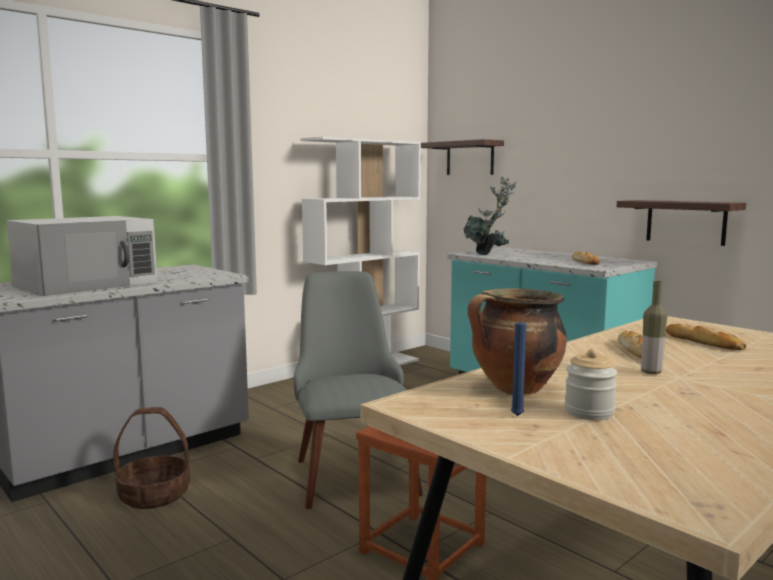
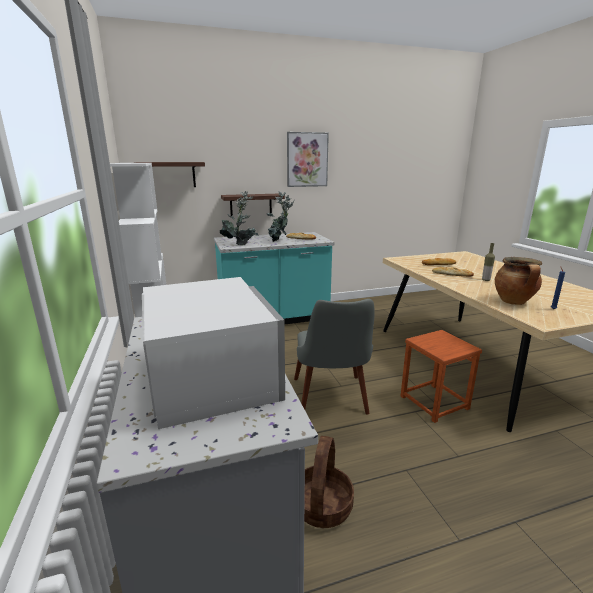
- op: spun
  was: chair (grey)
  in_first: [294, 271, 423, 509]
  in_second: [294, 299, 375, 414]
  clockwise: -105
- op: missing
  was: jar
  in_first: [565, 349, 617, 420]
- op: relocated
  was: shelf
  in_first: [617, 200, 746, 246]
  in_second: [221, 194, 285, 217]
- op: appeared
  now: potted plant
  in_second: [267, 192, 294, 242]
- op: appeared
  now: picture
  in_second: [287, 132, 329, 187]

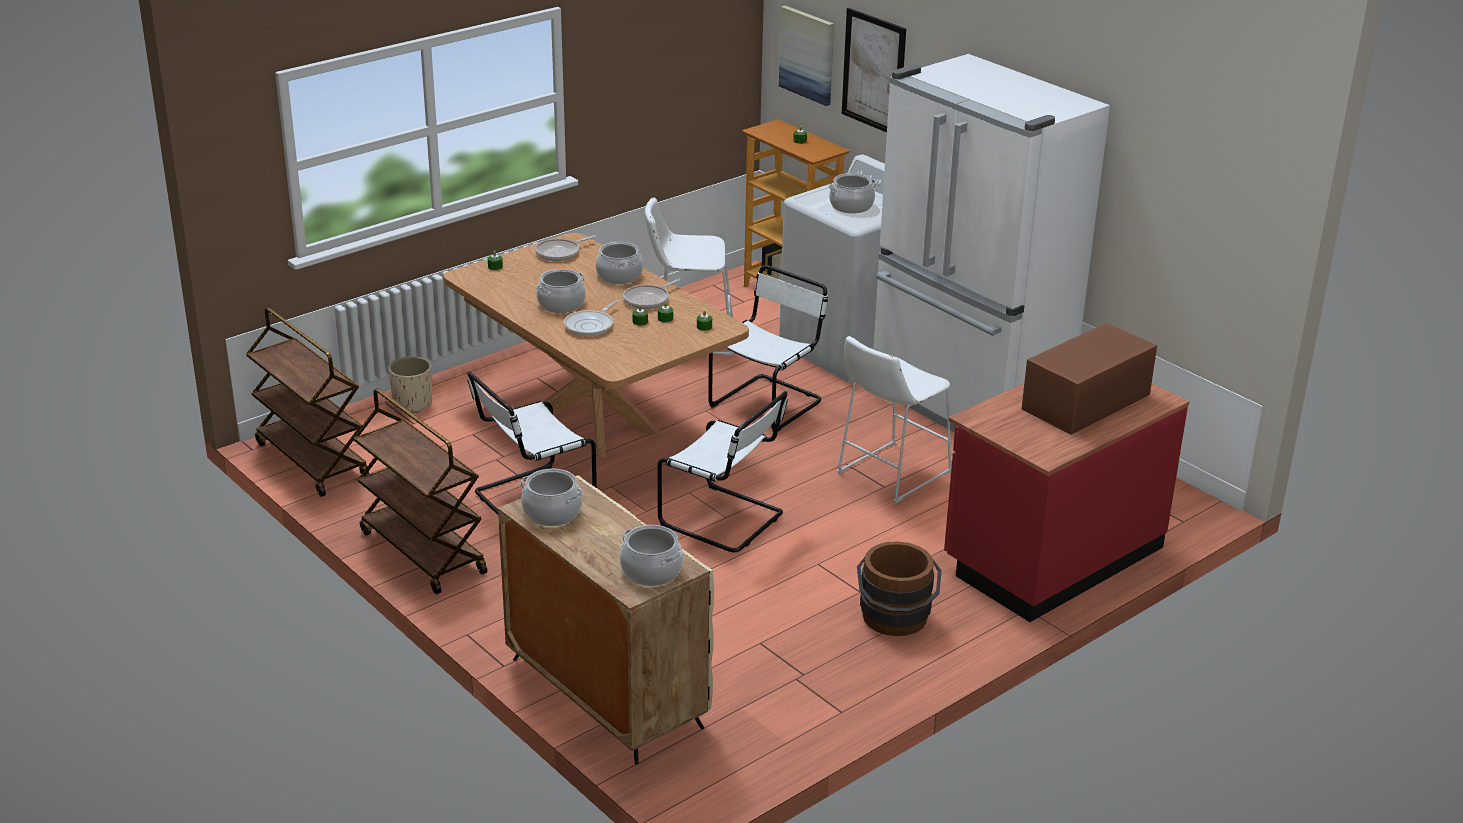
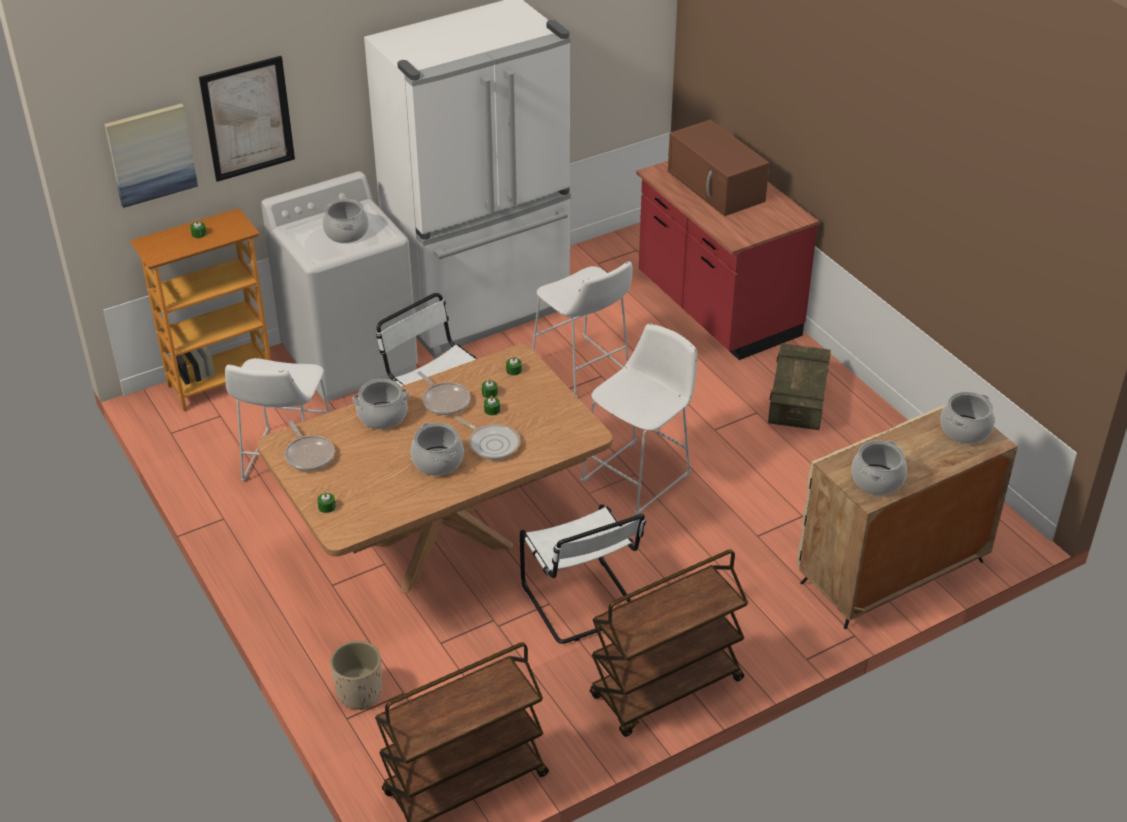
- op: exchanged
  was: chair (white)
  now: stool (white)
  in_first: [657, 391, 788, 552]
  in_second: [580, 324, 697, 515]
- op: exchanged
  was: bucket (brown)
  now: crate
  in_first: [857, 541, 942, 636]
  in_second: [768, 343, 831, 430]

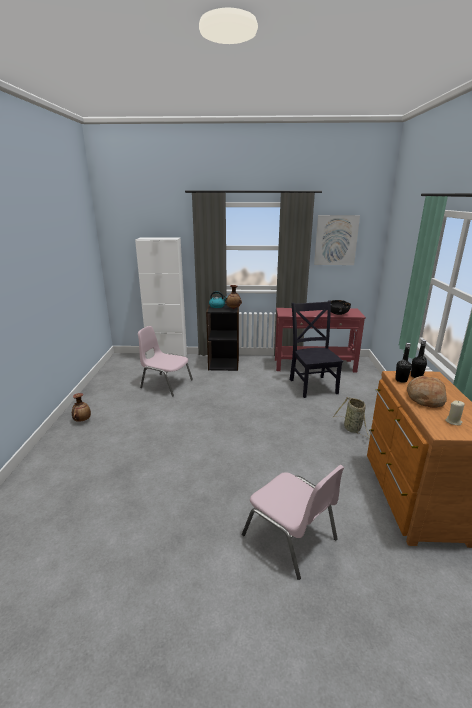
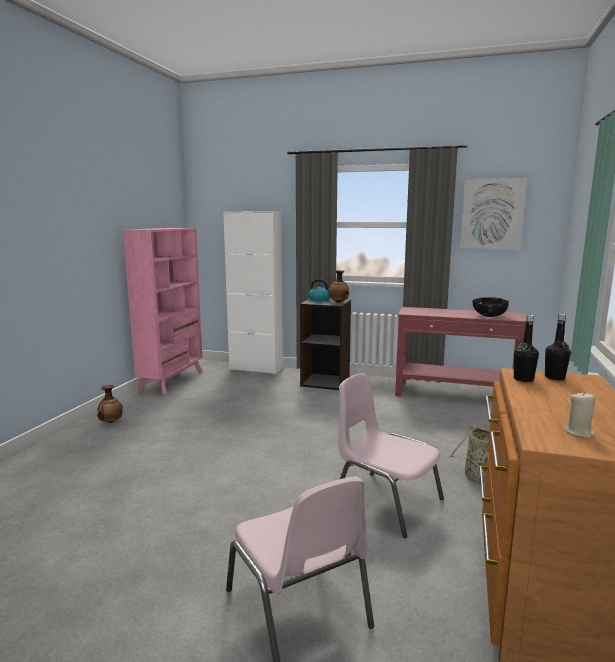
- op: relocated
  was: chair (pink)
  in_first: [138, 326, 193, 397]
  in_second: [338, 373, 444, 538]
- op: missing
  was: chair (black)
  in_first: [290, 300, 344, 398]
- op: missing
  was: bread
  in_first: [407, 376, 447, 408]
- op: appeared
  now: bookcase (pink)
  in_second: [123, 228, 203, 395]

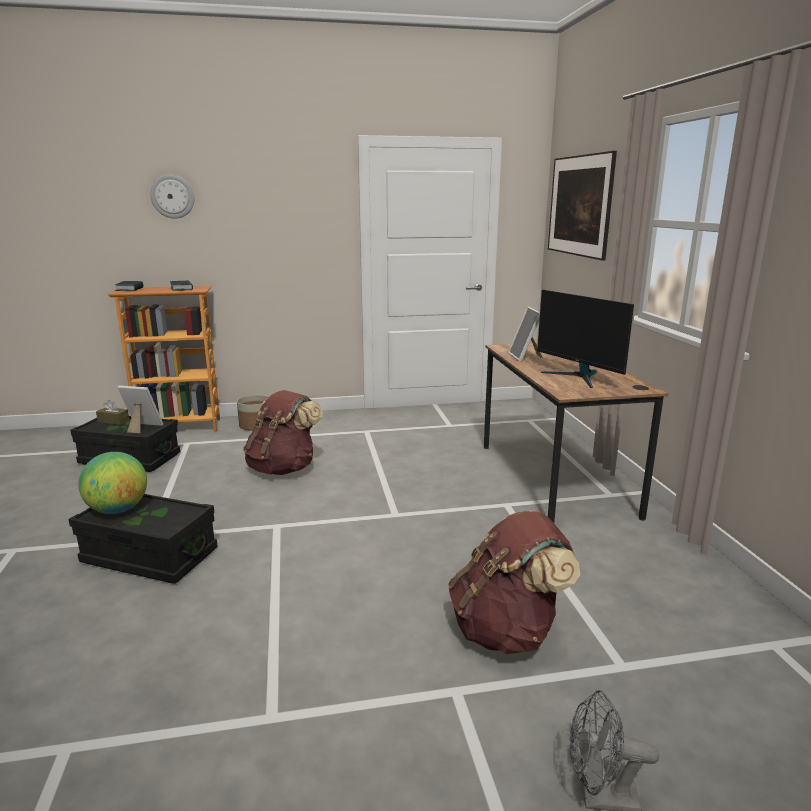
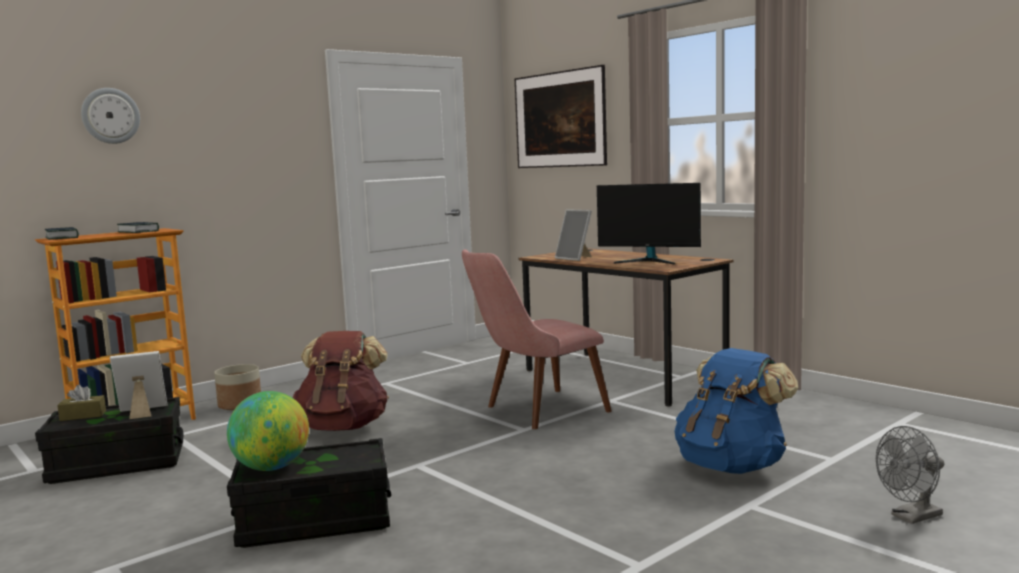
- op: colour
  was: backpack (brown)
  now: backpack (blue)
  in_first: [448, 511, 580, 654]
  in_second: [674, 348, 798, 474]
- op: appeared
  now: chair (pink)
  in_second: [462, 249, 612, 429]

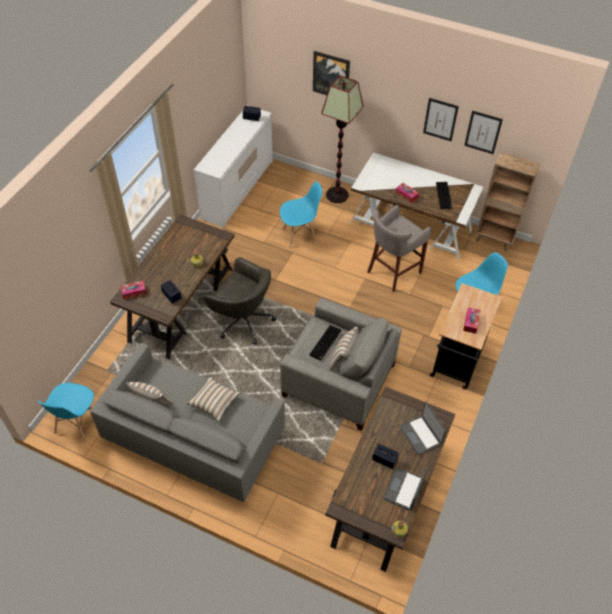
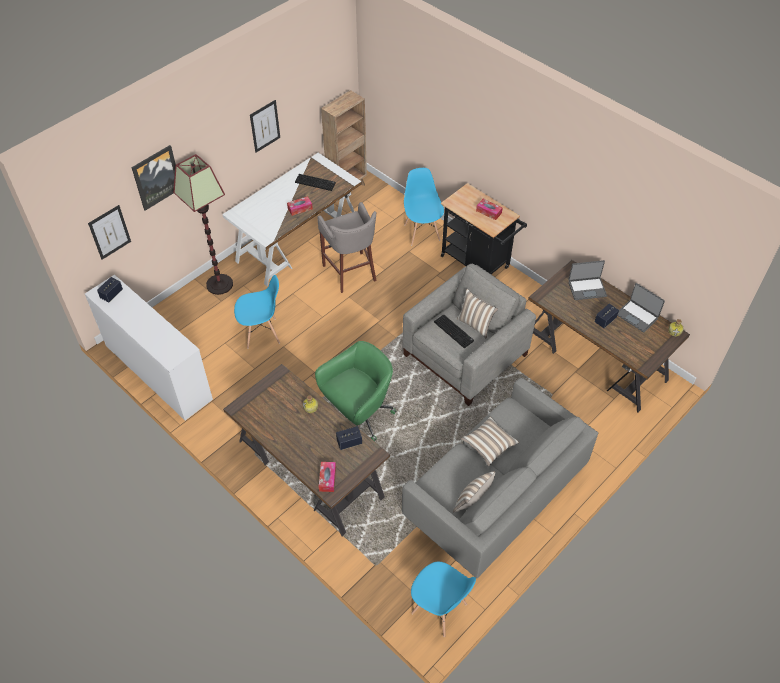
- op: colour
  was: office chair (grey)
  now: office chair (green)
  in_first: [204, 257, 276, 345]
  in_second: [315, 341, 396, 441]
- op: spun
  was: chair (blue)
  in_first: [280, 182, 322, 248]
  in_second: [234, 275, 280, 348]
  clockwise: 75
- op: relocated
  was: picture
  in_first: [464, 110, 503, 154]
  in_second: [88, 205, 131, 260]

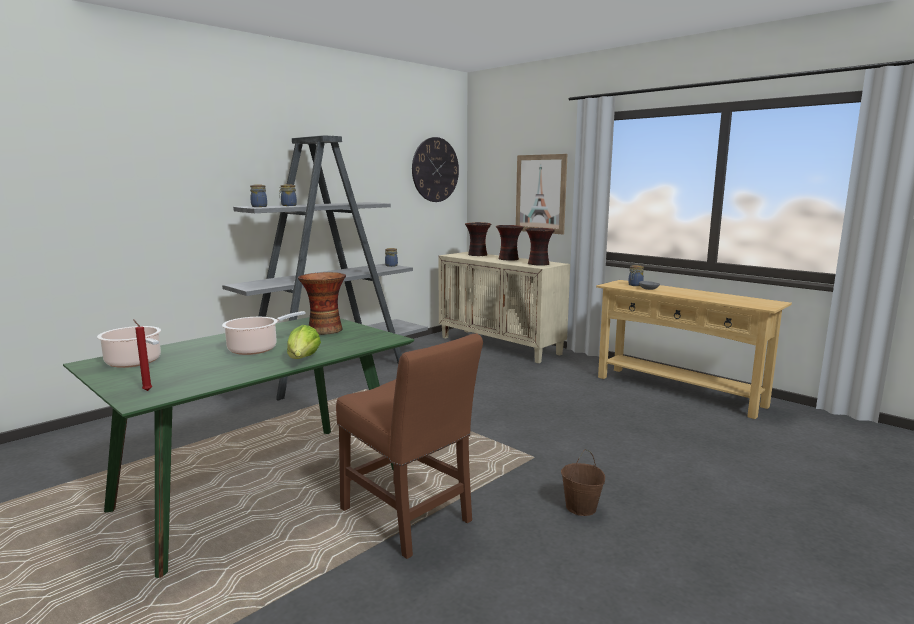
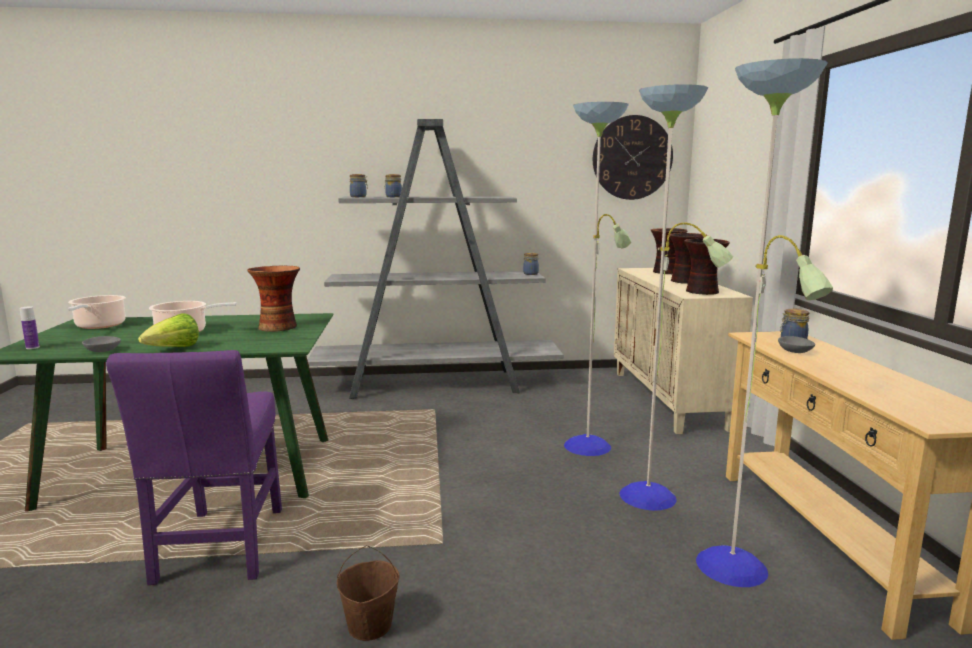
- op: exchanged
  was: candle (red)
  now: bottle
  in_first: [133, 319, 152, 391]
  in_second: [20, 306, 40, 349]
- op: colour
  was: chair (brown)
  now: chair (purple)
  in_first: [336, 334, 483, 559]
  in_second: [106, 350, 282, 585]
- op: missing
  was: picture
  in_first: [516, 154, 567, 234]
- op: appeared
  now: bowl (grey)
  in_second: [82, 336, 121, 352]
- op: appeared
  now: floor lamp
  in_second: [564, 58, 833, 587]

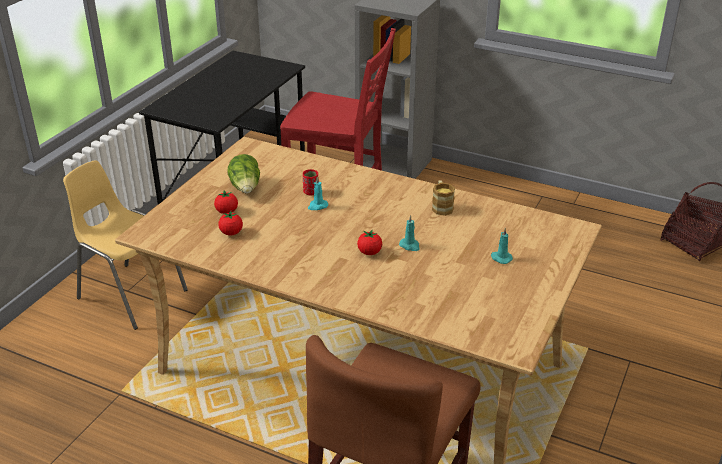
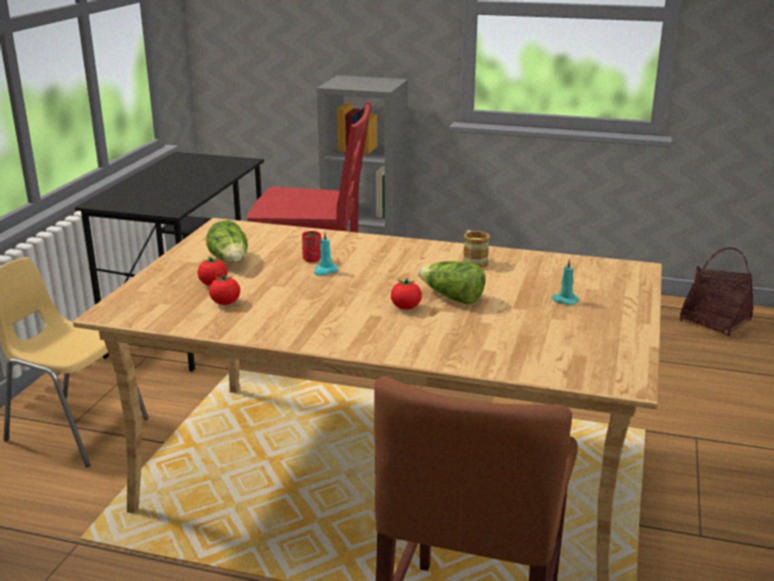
- op: exchanged
  was: candle (turquoise)
  now: lettuce
  in_first: [399, 215, 420, 251]
  in_second: [418, 261, 485, 304]

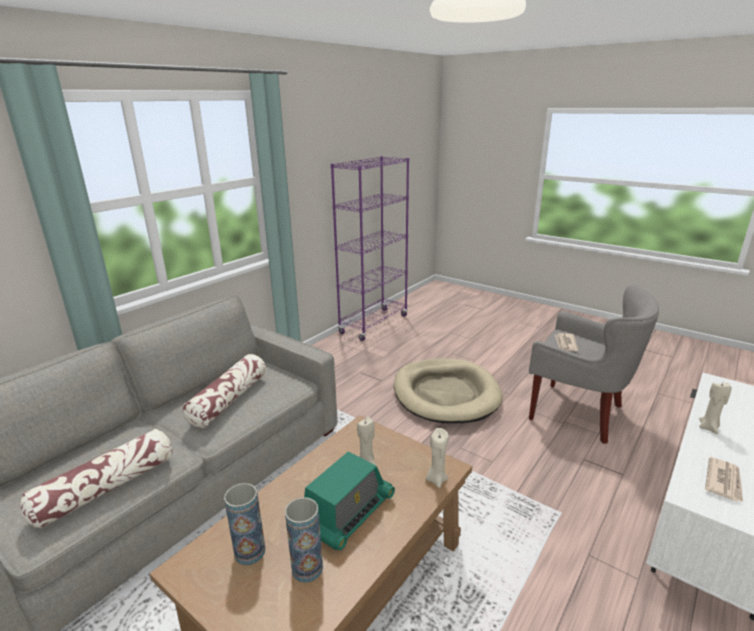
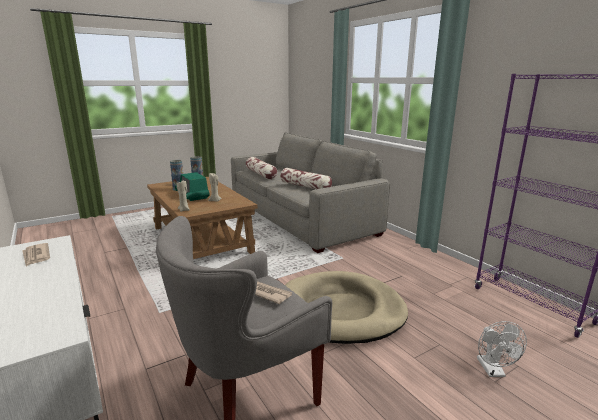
- op: missing
  was: candle (beige)
  in_first: [699, 382, 731, 434]
- op: appeared
  now: fan (white)
  in_second: [477, 321, 527, 377]

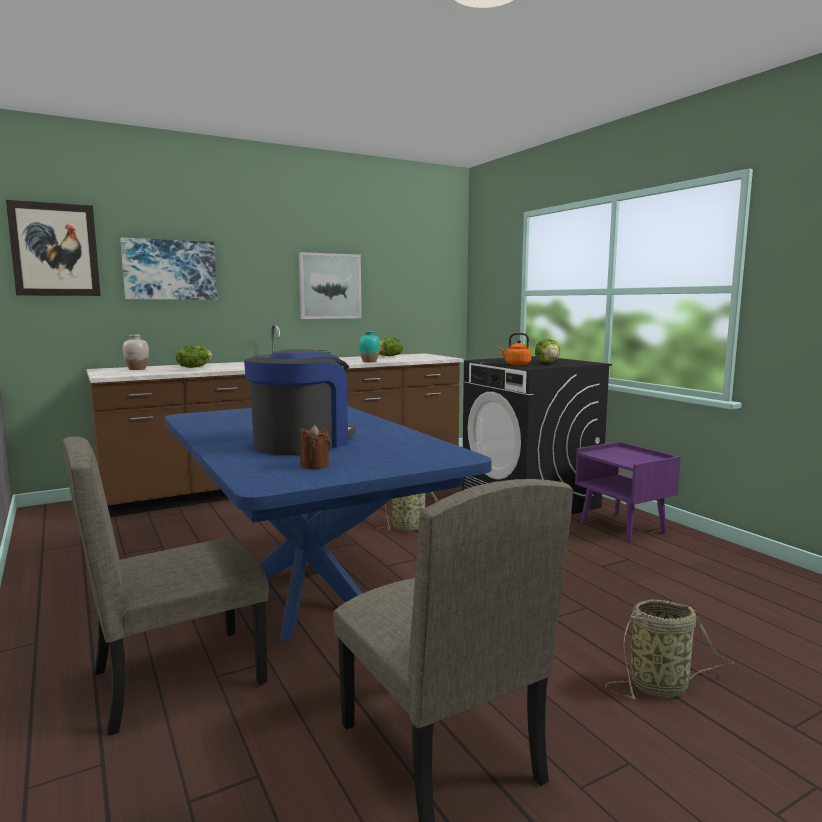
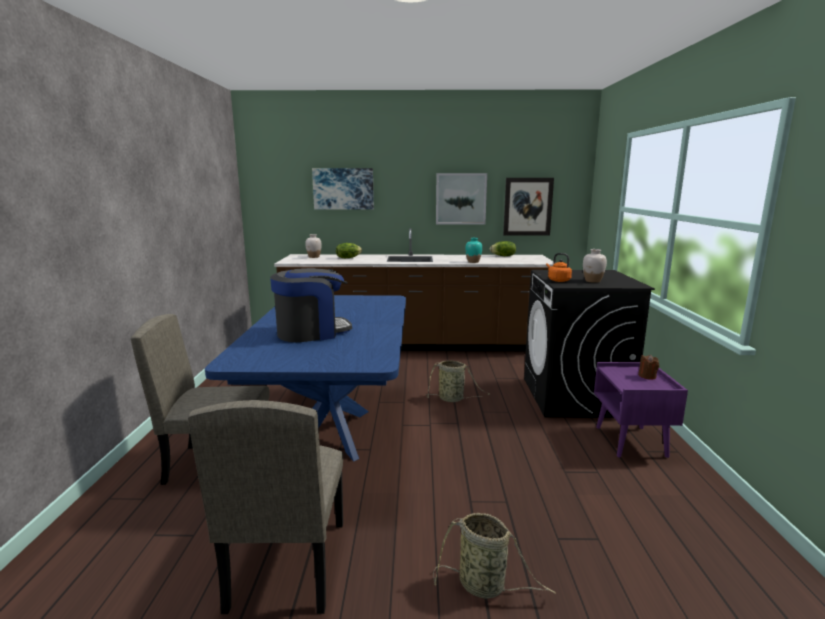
- op: relocated
  was: picture
  in_first: [6, 200, 101, 296]
  in_second: [503, 178, 554, 236]
- op: relocated
  was: candle (brown)
  in_first: [300, 425, 331, 469]
  in_second: [638, 355, 659, 380]
- op: exchanged
  was: lettuce
  now: vase (white)
  in_first: [535, 339, 560, 363]
  in_second: [583, 249, 607, 283]

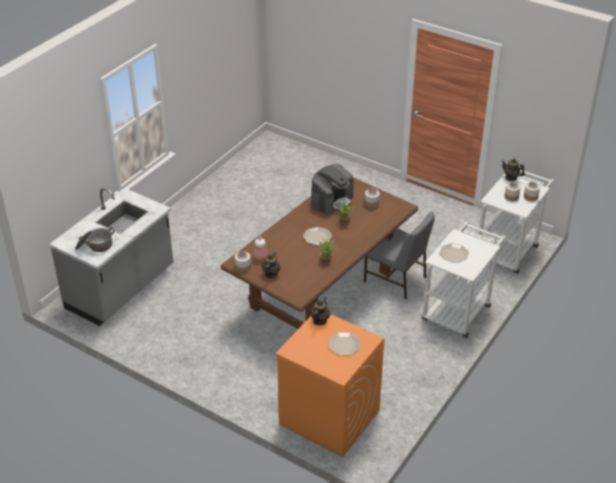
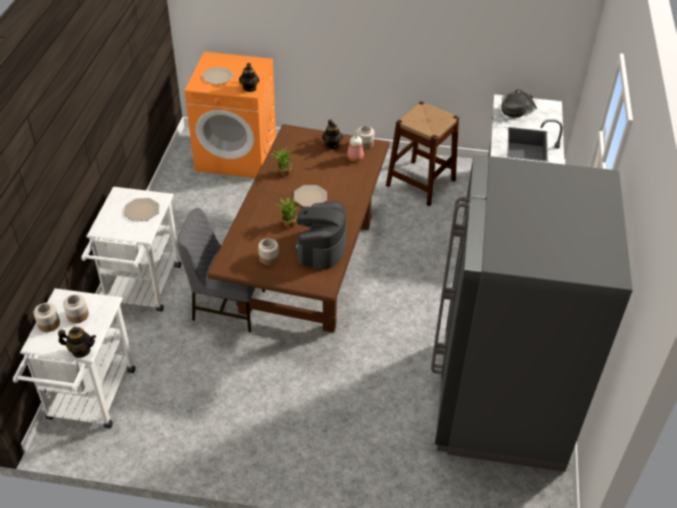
- op: appeared
  now: stool (brown)
  in_second: [386, 101, 459, 206]
- op: appeared
  now: fridge (grey)
  in_second: [431, 155, 633, 472]

